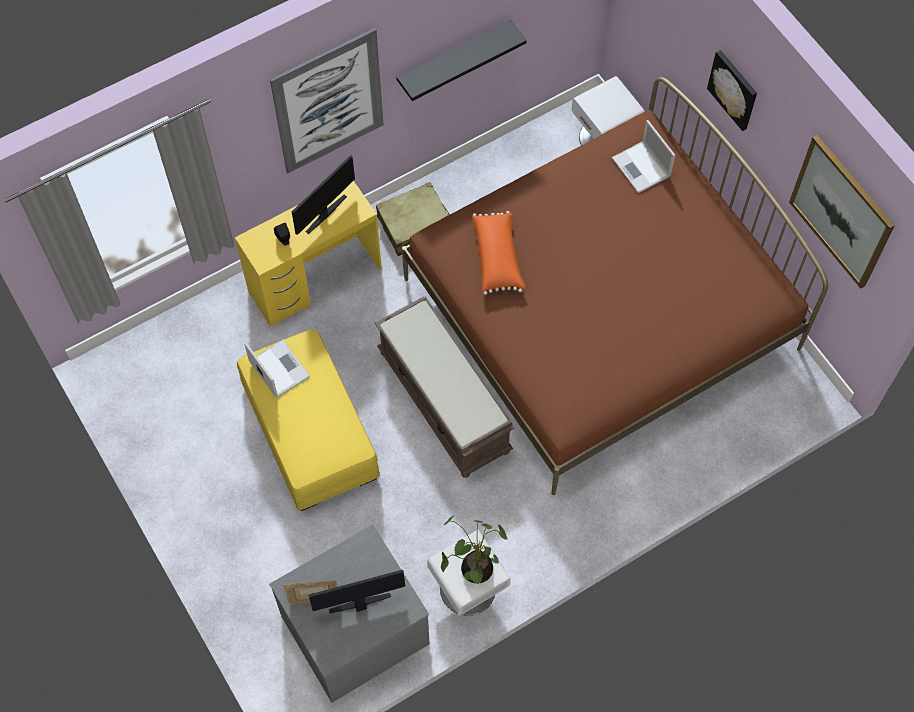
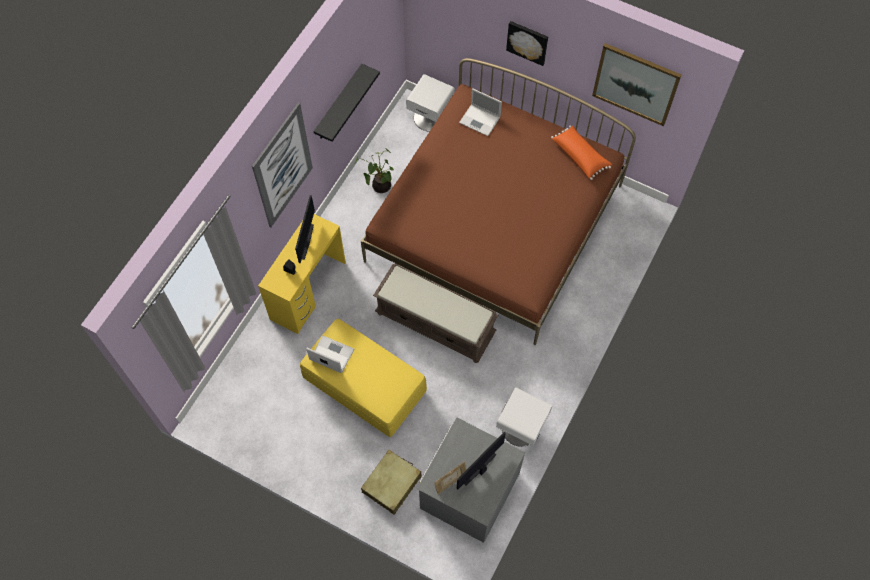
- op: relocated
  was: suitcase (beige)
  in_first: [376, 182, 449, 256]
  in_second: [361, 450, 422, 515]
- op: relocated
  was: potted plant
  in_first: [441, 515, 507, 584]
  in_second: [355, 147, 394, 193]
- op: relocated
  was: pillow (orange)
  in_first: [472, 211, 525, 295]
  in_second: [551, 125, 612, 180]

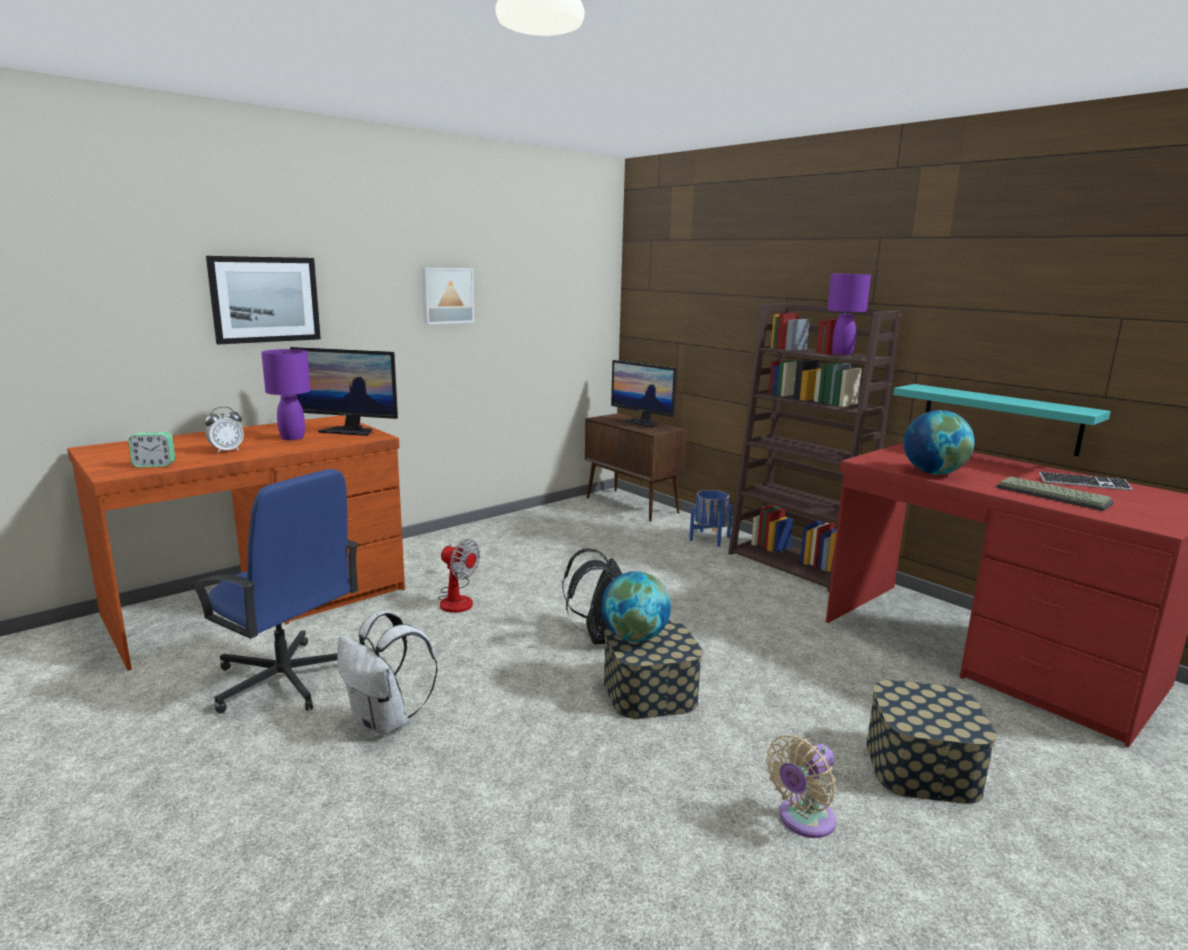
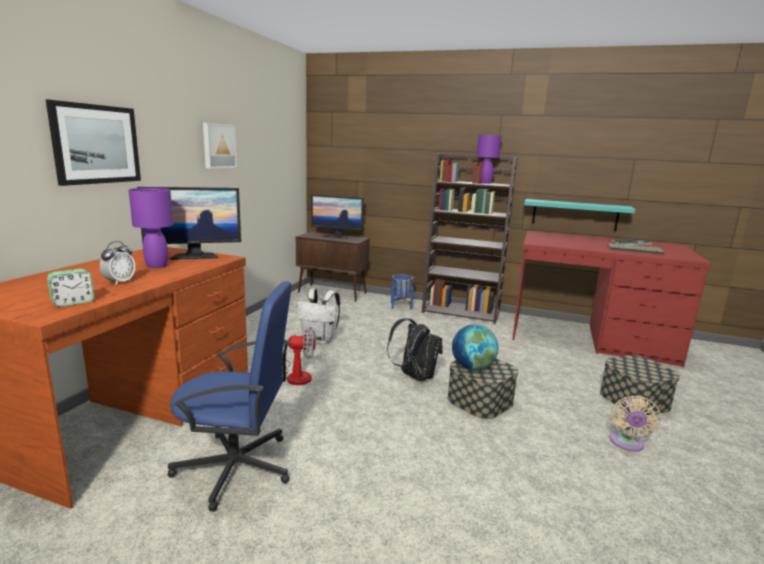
- op: relocated
  was: backpack (white)
  in_first: [337, 611, 438, 738]
  in_second: [296, 288, 340, 344]
- op: missing
  was: globe
  in_first: [904, 410, 974, 475]

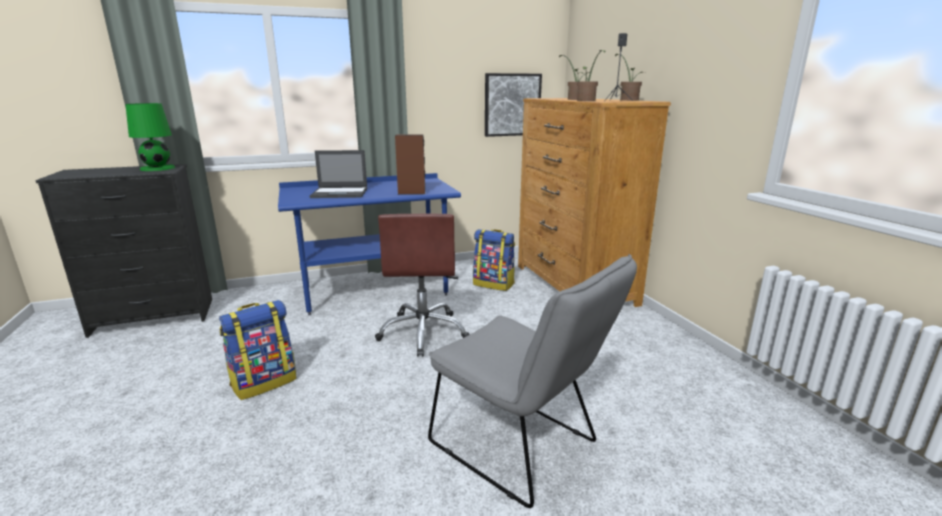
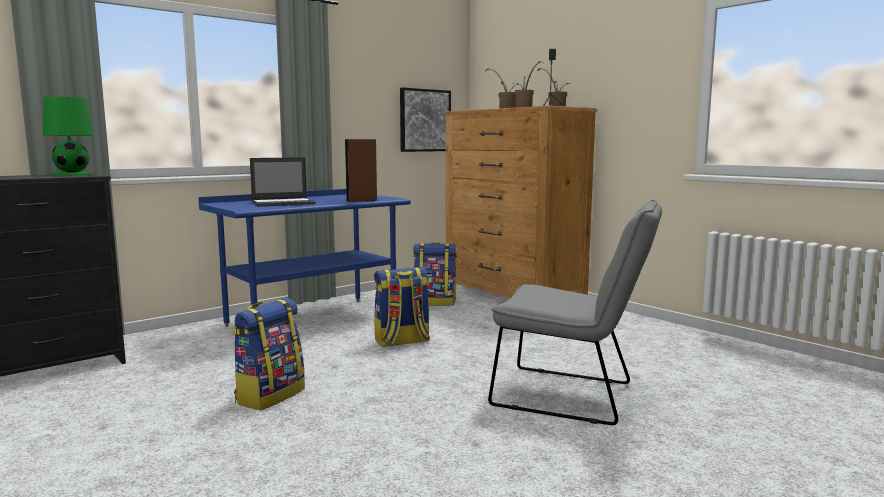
- op: exchanged
  was: office chair (brown)
  now: backpack
  in_first: [375, 214, 470, 357]
  in_second: [374, 267, 430, 347]

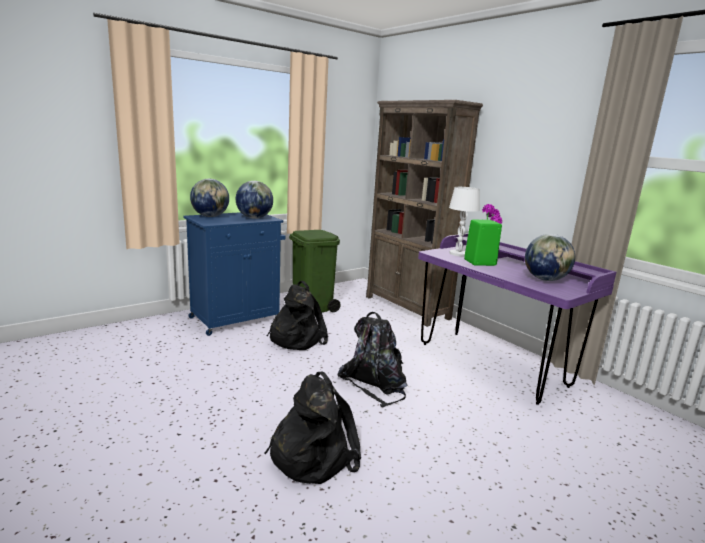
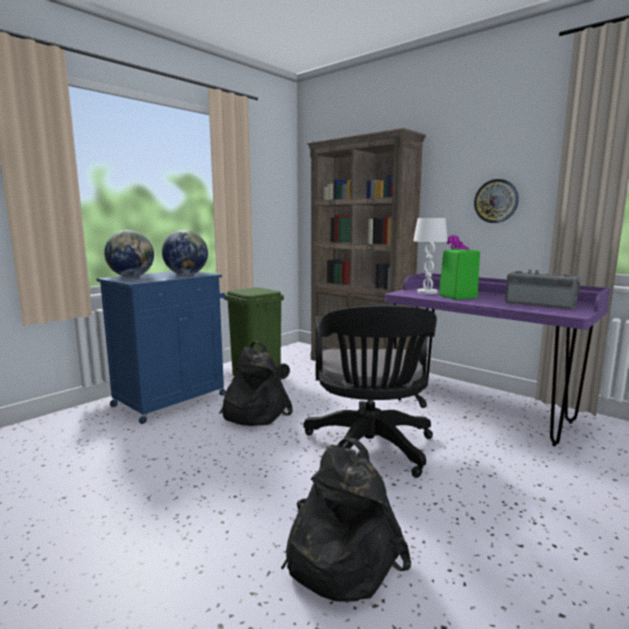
- op: exchanged
  was: backpack (black)
  now: office chair (black)
  in_first: [337, 312, 408, 407]
  in_second: [303, 305, 437, 478]
- op: exchanged
  was: globe
  now: radio
  in_first: [525, 234, 575, 281]
  in_second: [505, 270, 580, 310]
- op: appeared
  now: wall clock
  in_second: [474, 179, 519, 223]

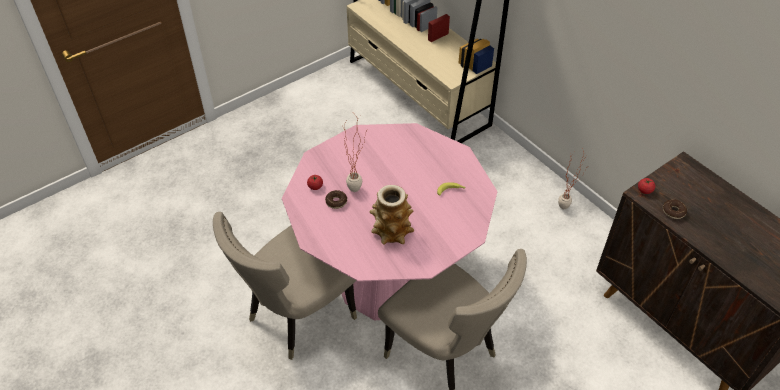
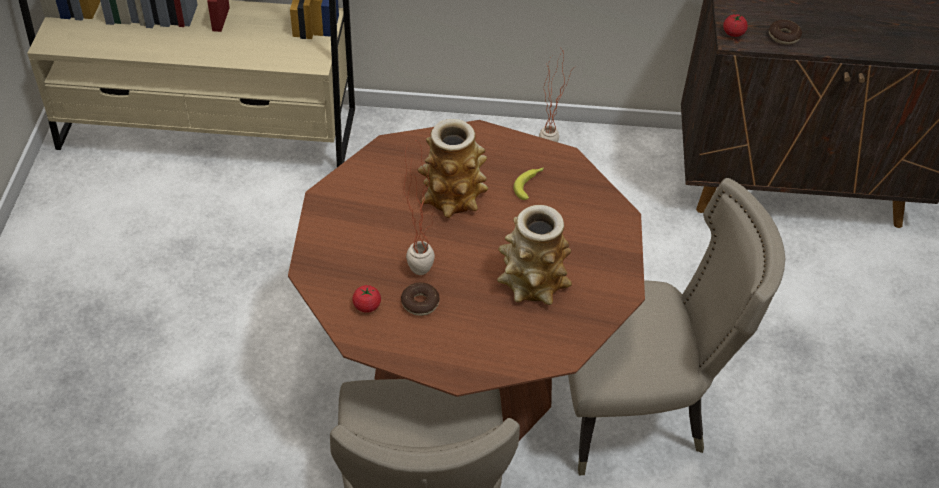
- op: colour
  was: dining table (pink)
  now: dining table (brown)
  in_first: [282, 123, 497, 320]
  in_second: [288, 120, 645, 441]
- op: appeared
  now: vase
  in_second: [418, 119, 488, 218]

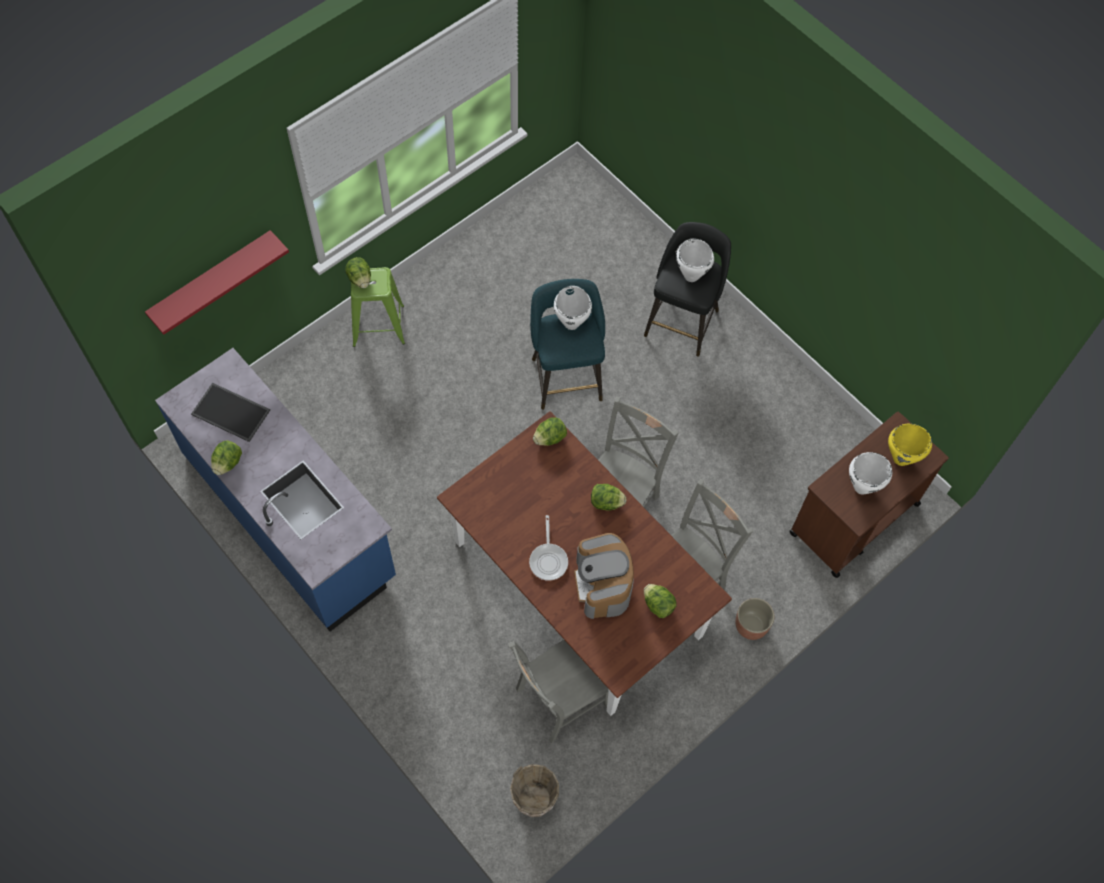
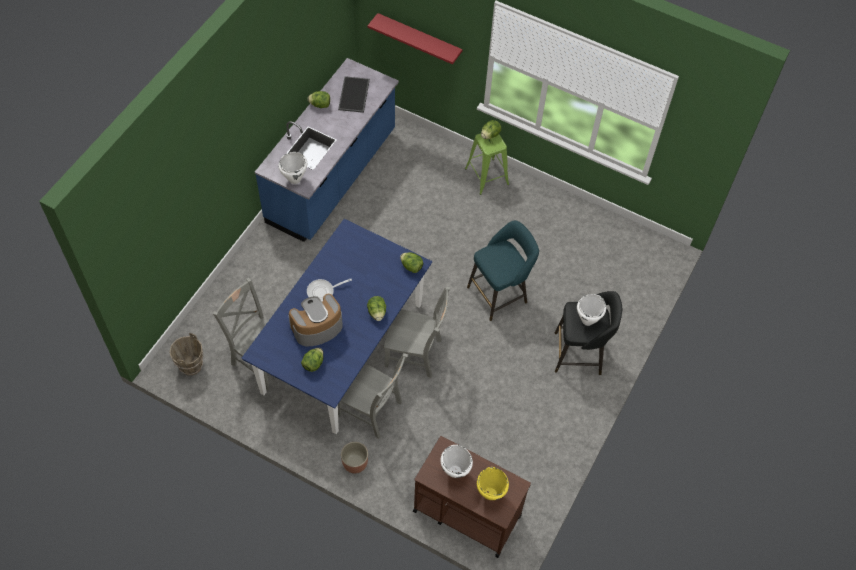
- op: colour
  was: dining table (brown)
  now: dining table (blue)
  in_first: [437, 411, 732, 716]
  in_second: [242, 219, 432, 434]
- op: relocated
  was: cooking pot (white)
  in_first: [554, 286, 592, 330]
  in_second: [279, 152, 307, 184]

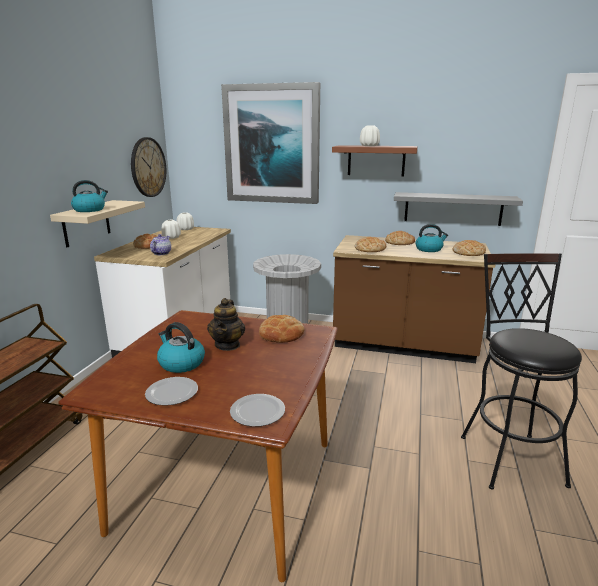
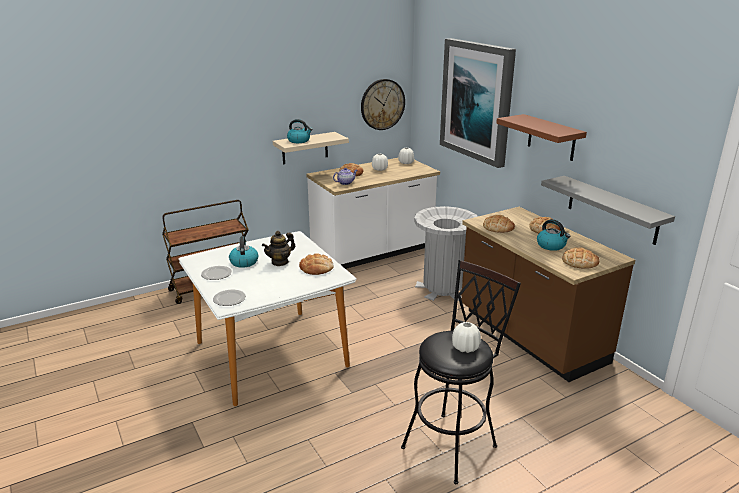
- op: colour
  was: dining table (brown)
  now: dining table (white)
  in_first: [58, 310, 338, 582]
  in_second: [178, 231, 357, 406]
- op: relocated
  was: vase (white)
  in_first: [360, 125, 380, 146]
  in_second: [452, 322, 481, 353]

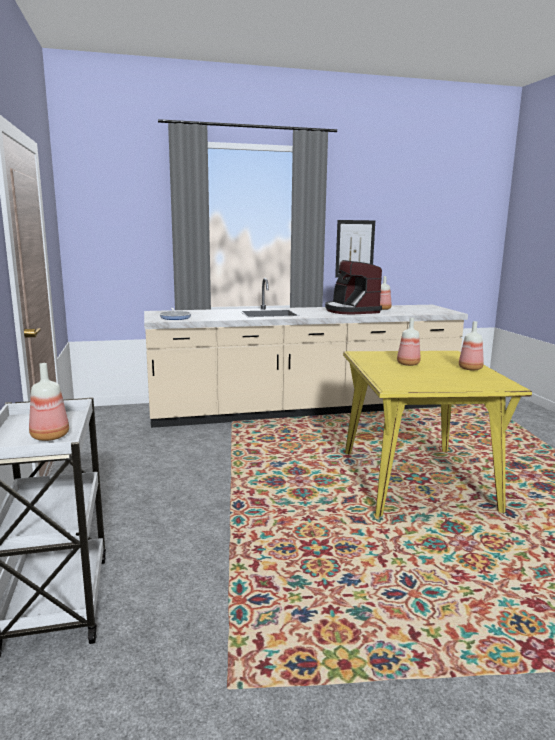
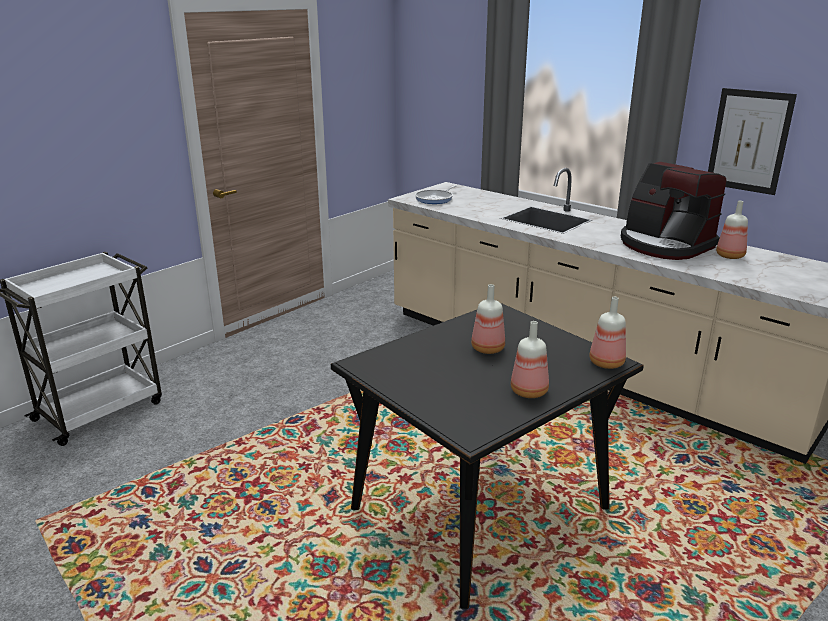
- op: relocated
  was: bottle
  in_first: [29, 363, 69, 441]
  in_second: [589, 297, 626, 369]
- op: spun
  was: coffee machine
  in_first: [325, 260, 382, 314]
  in_second: [621, 162, 726, 260]
  clockwise: -75
- op: colour
  was: dining table (yellow)
  now: dining table (black)
  in_first: [343, 351, 532, 517]
  in_second: [331, 303, 644, 609]

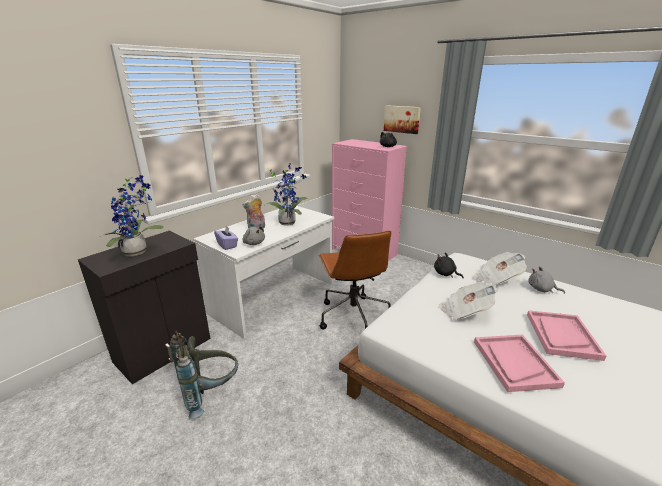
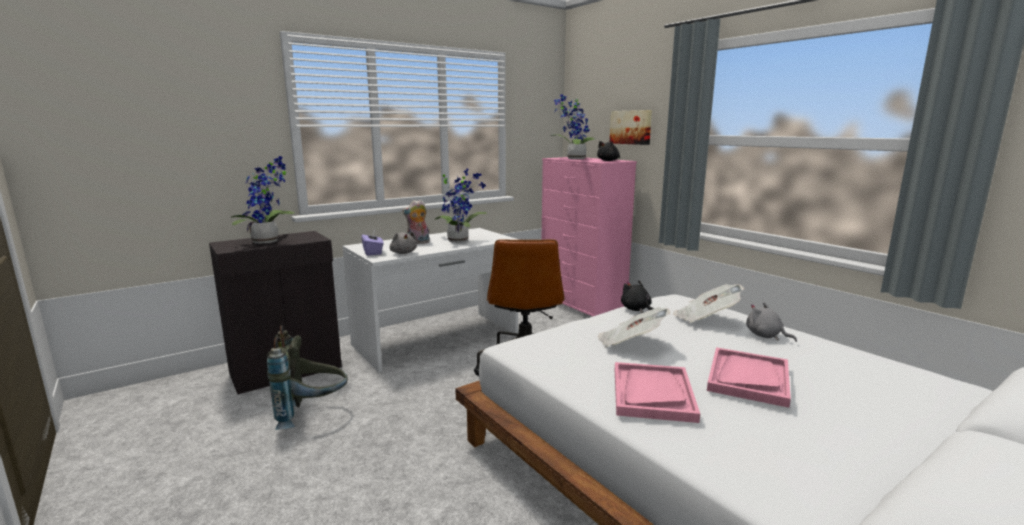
- op: appeared
  now: potted plant
  in_second: [550, 94, 595, 159]

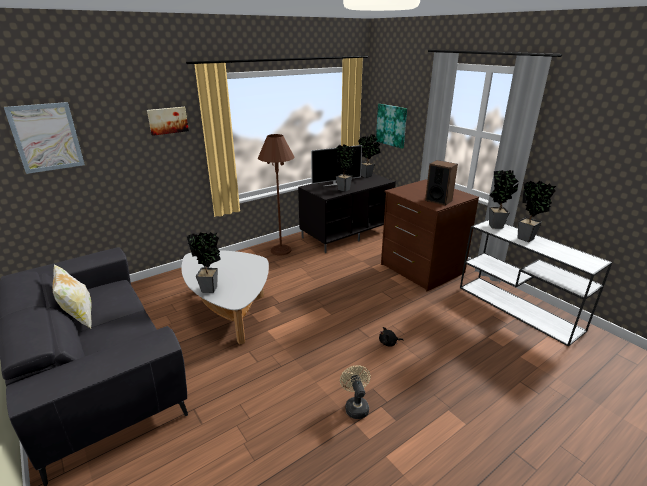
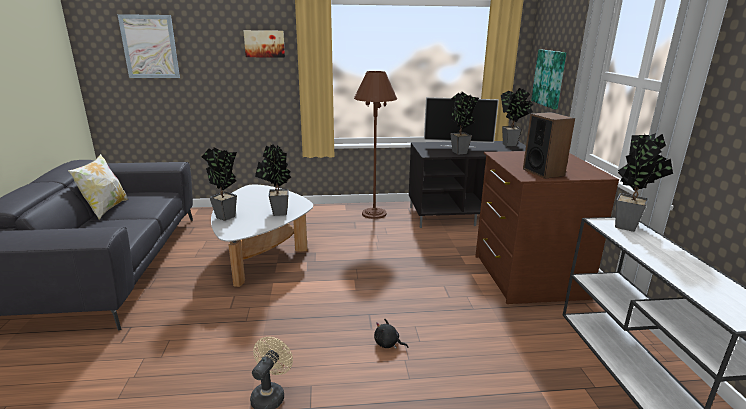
- op: relocated
  was: potted plant
  in_first: [518, 181, 556, 242]
  in_second: [255, 144, 292, 216]

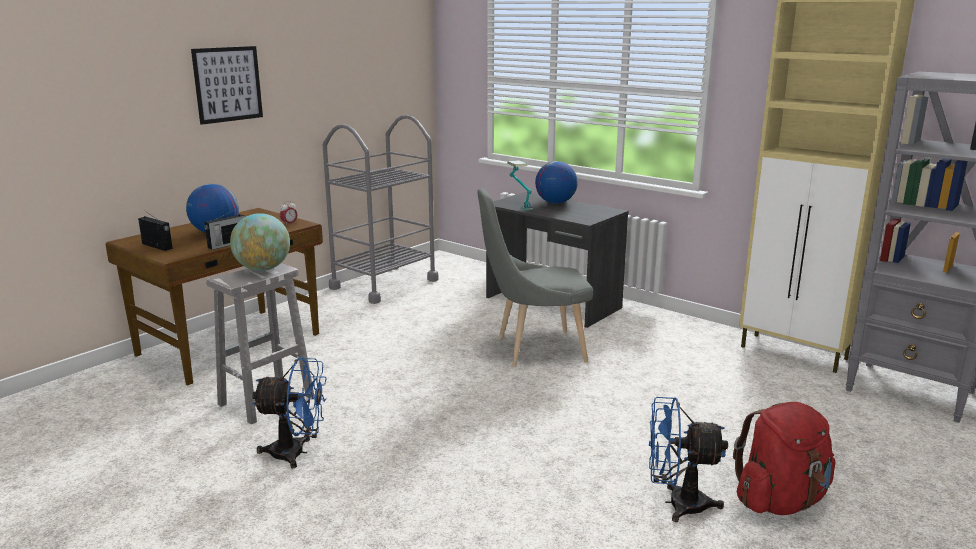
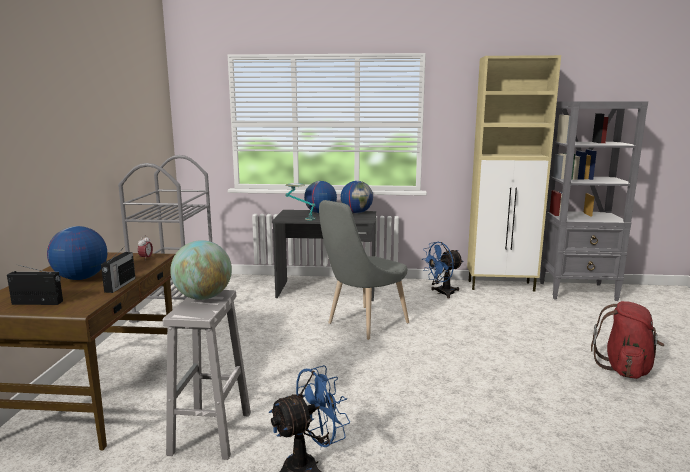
- op: missing
  was: picture
  in_first: [191, 46, 263, 125]
- op: relocated
  was: fan (blue)
  in_first: [649, 397, 728, 522]
  in_second: [421, 242, 463, 298]
- op: appeared
  now: globe
  in_second: [341, 181, 373, 213]

